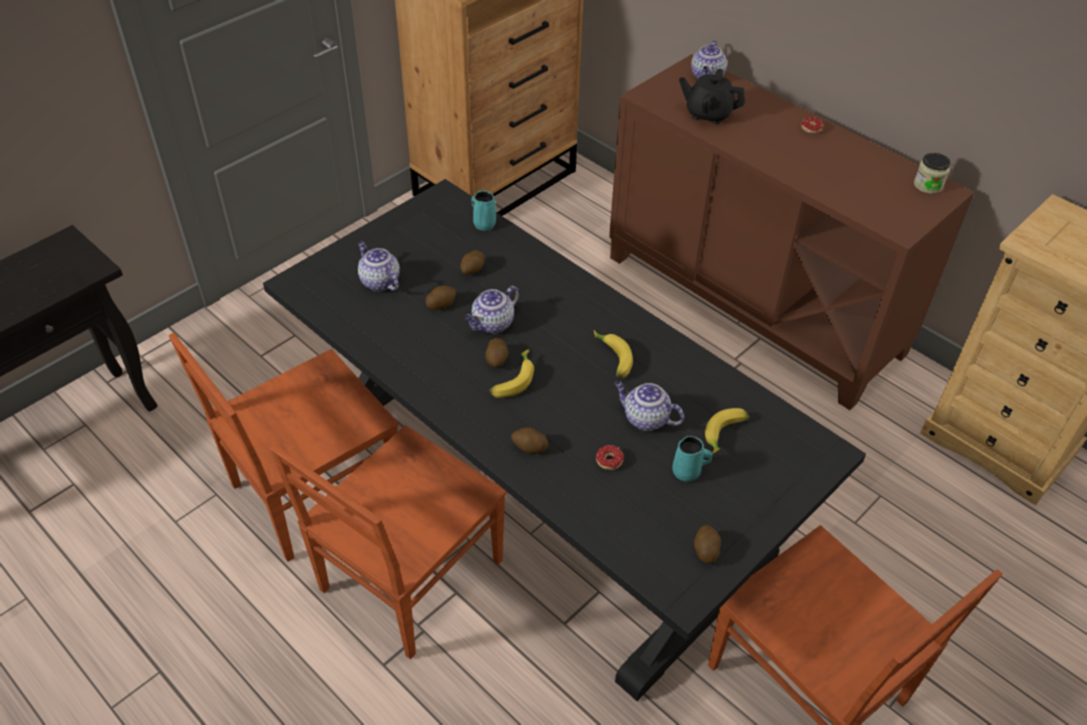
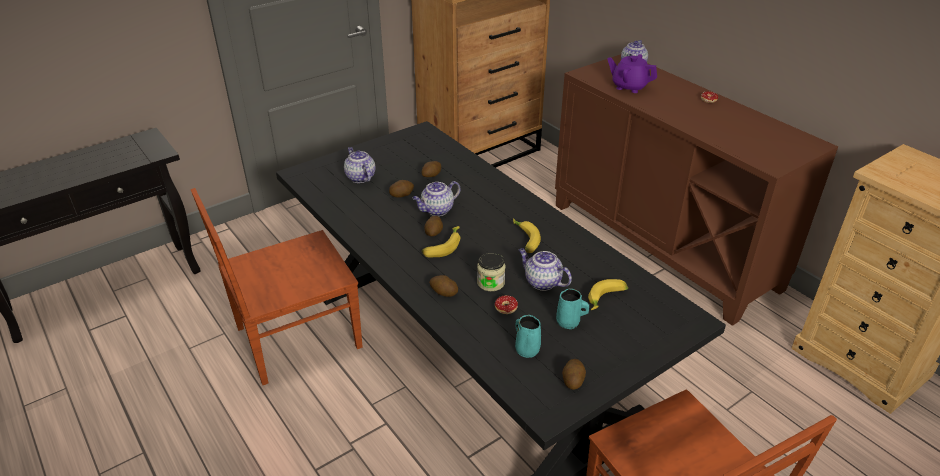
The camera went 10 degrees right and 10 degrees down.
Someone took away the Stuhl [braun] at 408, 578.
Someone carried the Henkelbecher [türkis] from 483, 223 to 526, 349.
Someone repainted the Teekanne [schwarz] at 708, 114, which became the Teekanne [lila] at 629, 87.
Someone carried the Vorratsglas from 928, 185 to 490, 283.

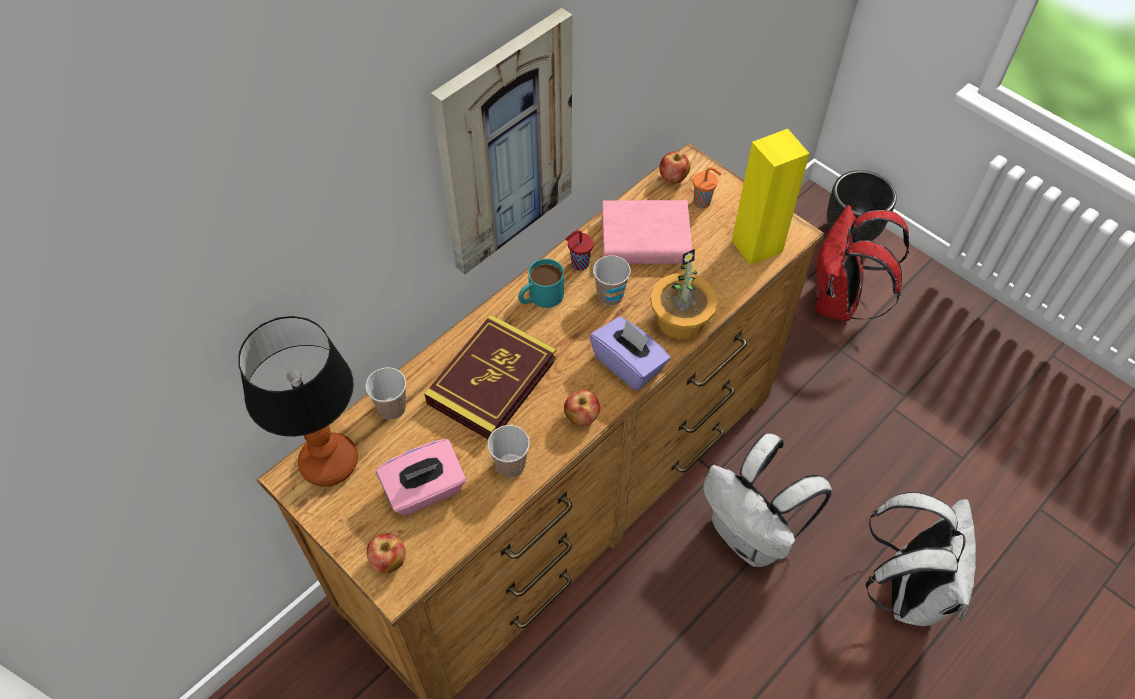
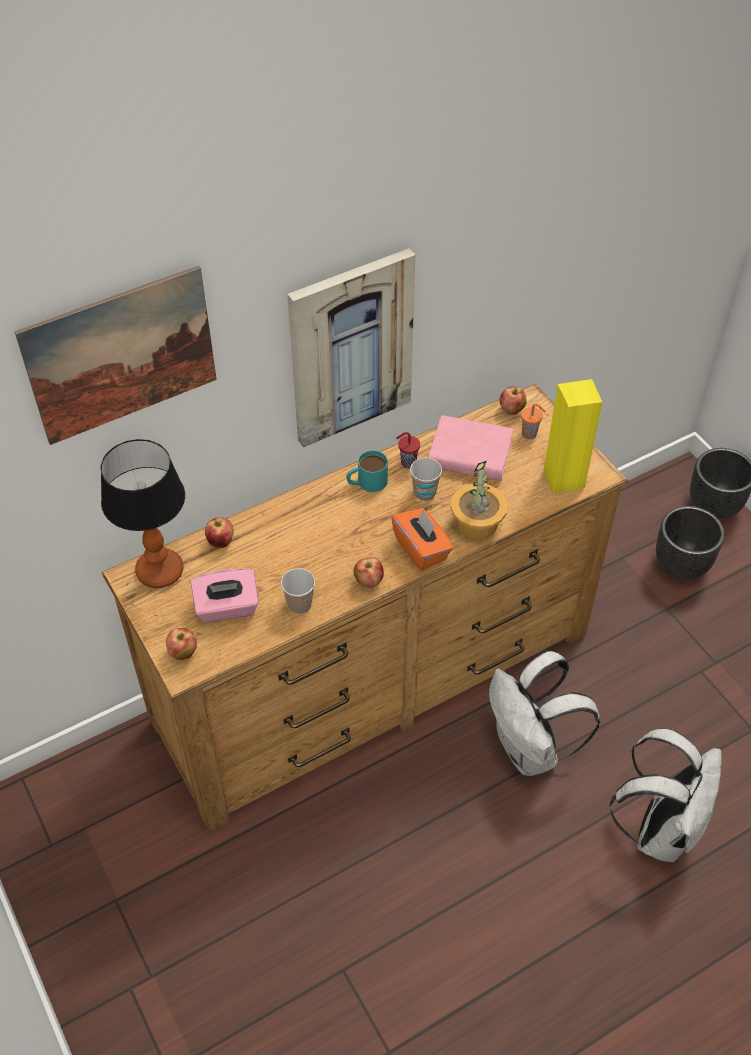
The camera went 15 degrees right and 5 degrees down.
Someone swapped the Tasse at 392, 408 for the Apfel at 221, 542.
Someone took away the Buch at 492, 381.
Someone repainted the Taschentuchbox [lila] at 629, 364, which became the Taschentuchbox [orange] at 421, 549.
Someone swapped the Rucksack [rot] at 839, 302 for the Pflanzkübel [schwarz] at 681, 567.
Someone put up the Bild at 121, 355.

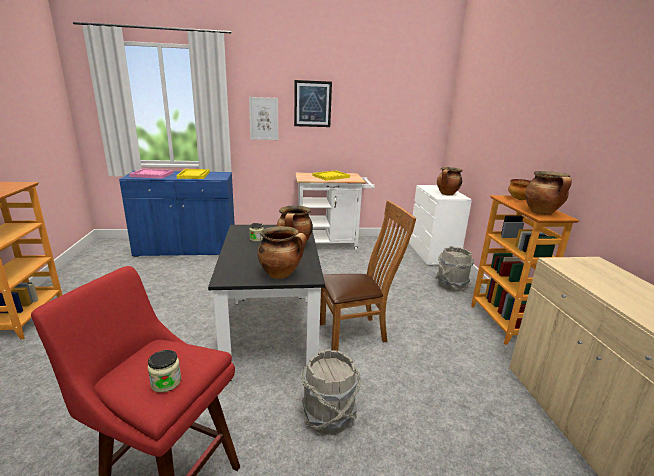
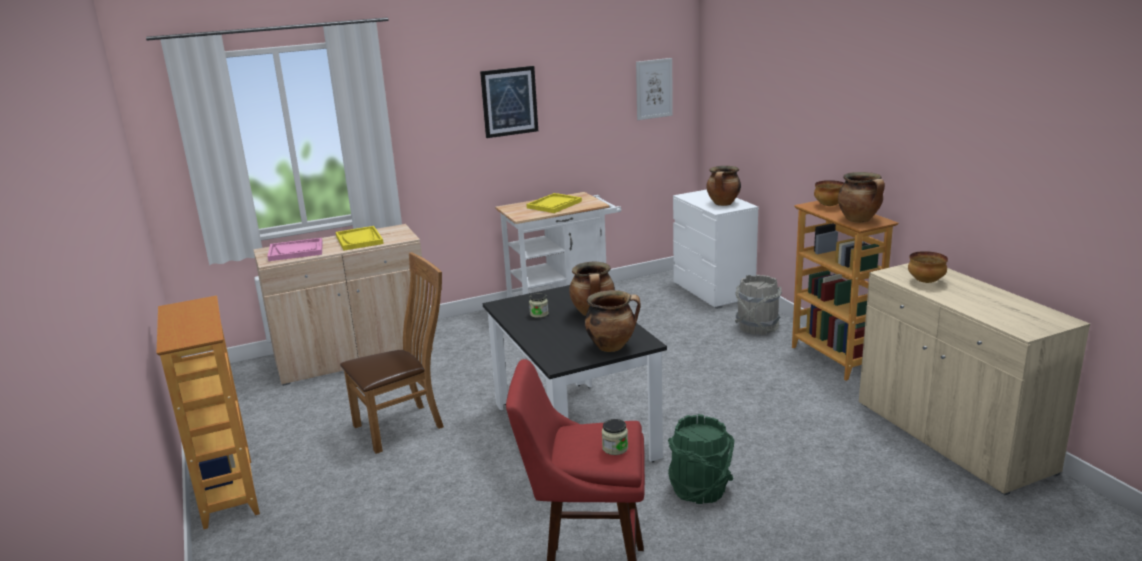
The camera went 15 degrees left and 0 degrees up.
Someone repainted the Schrank [blau] at 186, 249, which became the Schrank [beige] at 354, 358.
Someone carried the Bild from 264, 118 to 654, 89.
Someone repainted the Eimer [grau] at 328, 417, which became the Eimer [grün] at 700, 489.
Someone carried the Stuhl [braun] from 356, 332 to 404, 425.
Someone put down the Schüssel at 925, 281.

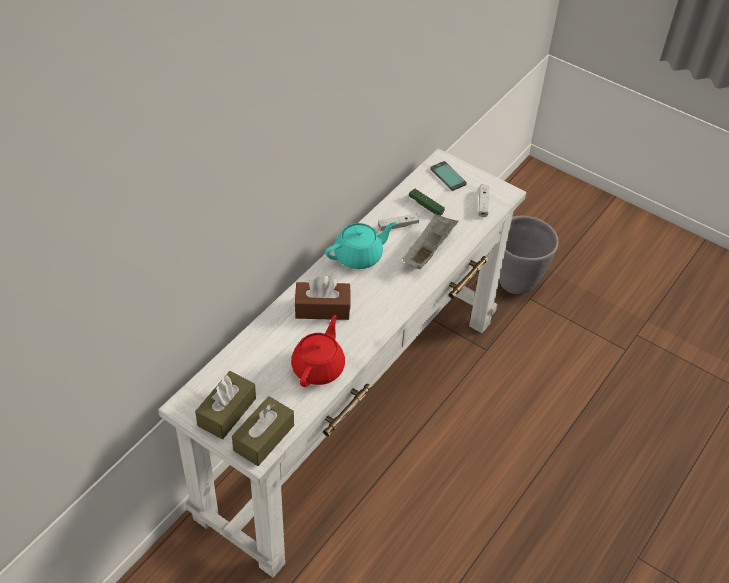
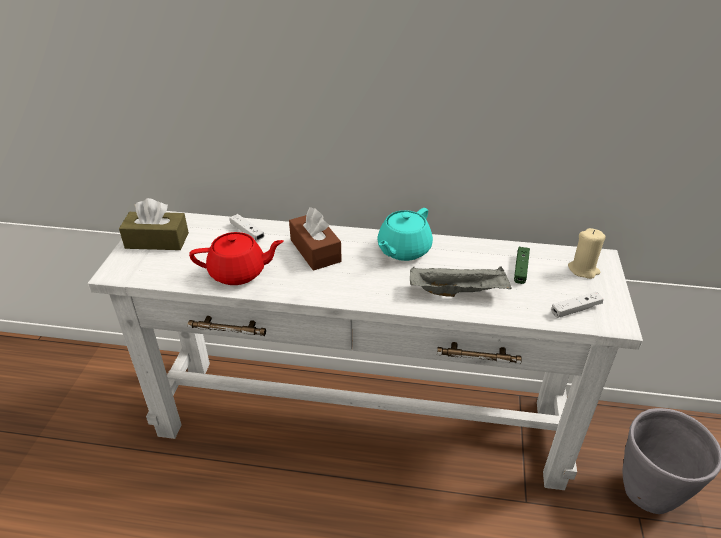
The camera went 65 degrees right and 10 degrees down.
Someone took away the Taschentuchbox [braun] at 264, 438.
Someone rotated the Teekanne [türkis] at 359, 256 by 90 degrees clockwise.
Someone carried the Gamepad [weiß] from 398, 225 to 247, 232.
Someone swapped the Handy at 447, 176 for the Kerze [beige] at 583, 270.

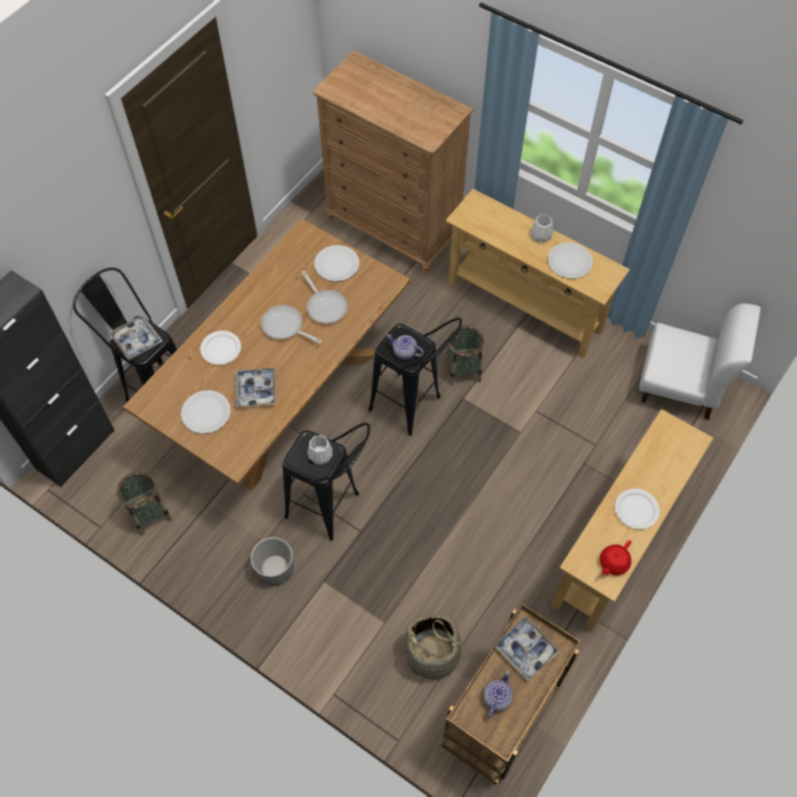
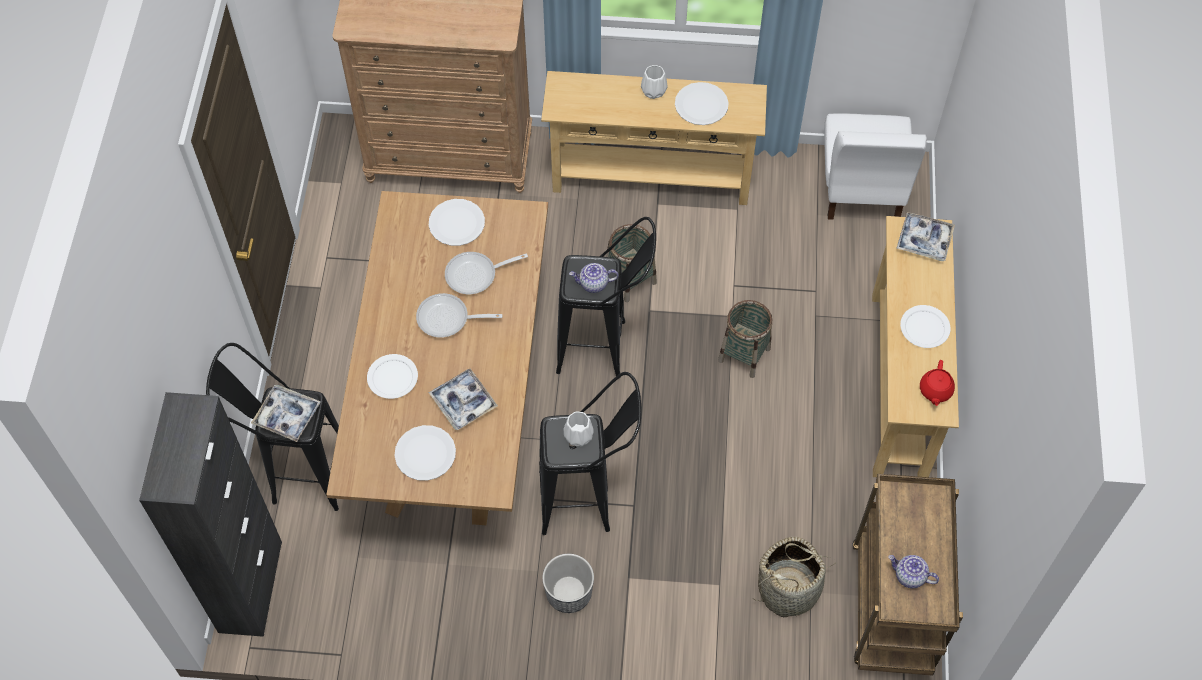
The camera went 30 degrees left and 0 degrees up.
Someone carried the Korb from 149, 514 to 744, 354.
Someone rotated the Pfanne at 325, 306 by 135 degrees clockwise.
Someone rotated the Teekanne at 496, 698 by 60 degrees counterclockwise.
Someone carried the Tablett from 526, 650 to 924, 240.
Someone rotated the Stuhl [weiß] at 680, 386 by 105 degrees clockwise.

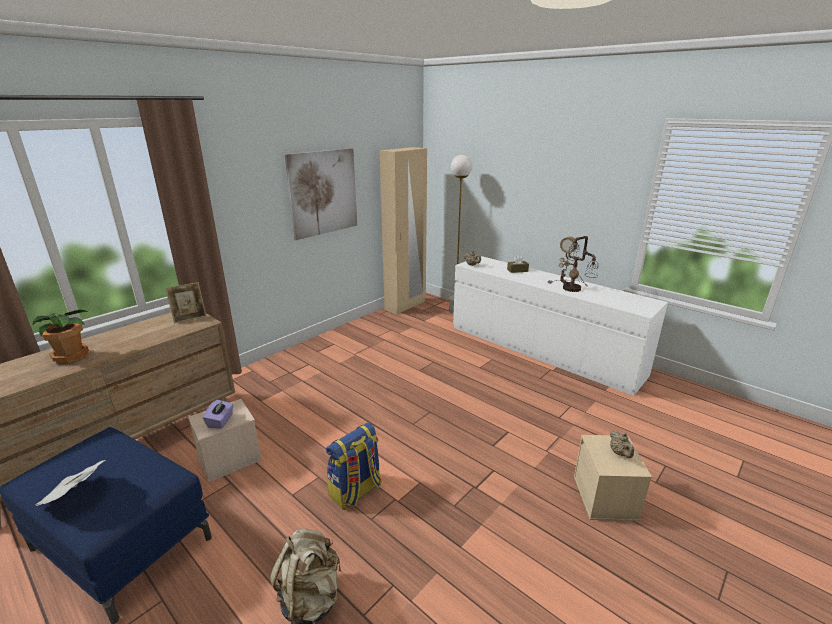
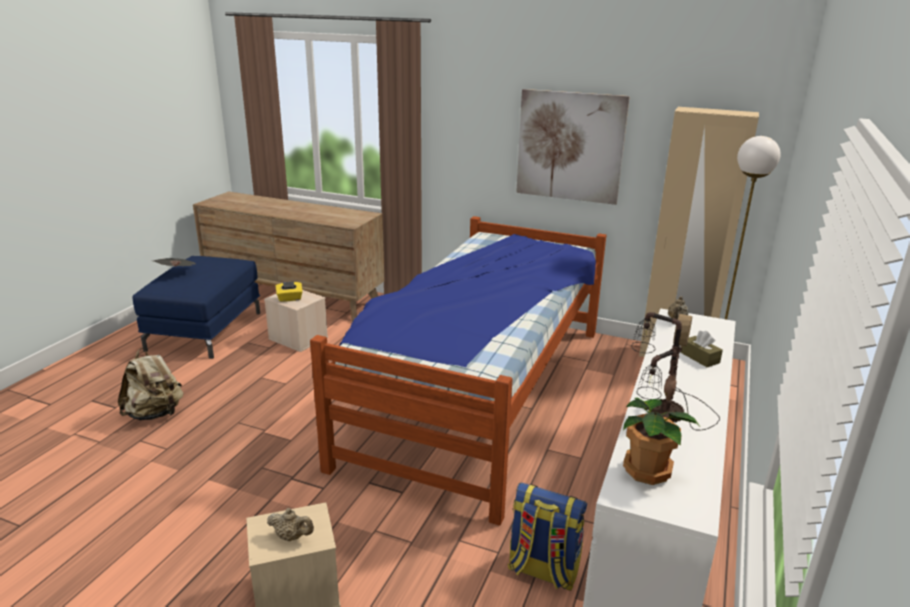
The camera went 70 degrees right and 0 degrees up.
Someone carried the Topfpflanze from 71, 356 to 648, 470.
Someone took away the Bilderrahmen at 189, 318.
Someone repainted the Taschentuchbox [lila] at 221, 421, which became the Taschentuchbox [gelb] at 290, 299.
Someone carried the Rucksack from 356, 492 to 542, 570.
Someone rotated the Teekanne [beige] at 620, 453 by 135 degrees counterclockwise.
Someone put down the Bett at 479, 391.

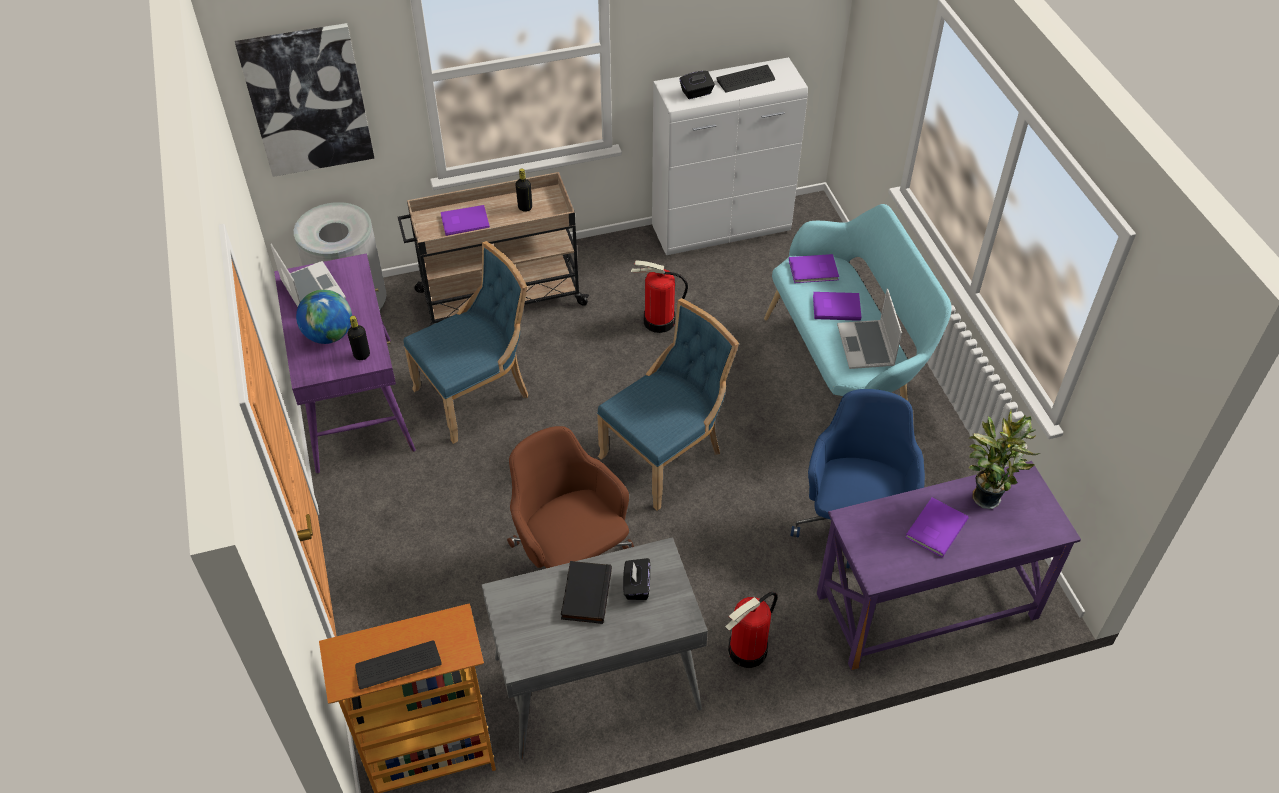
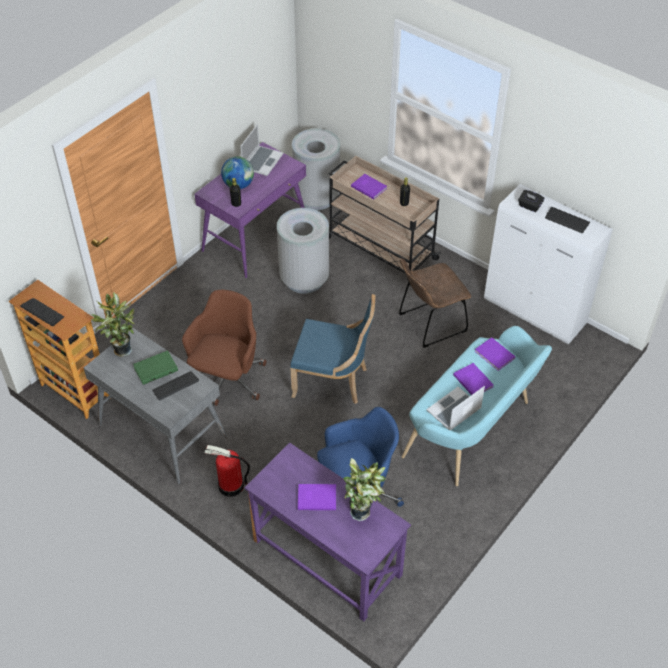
The camera went 55 degrees right and 0 degrees up.
Someone took away the Bild at 308, 100.
Someone swapped the Stuhl [blau] at 477, 394 for the Mülleimer [grau] at 304, 279.
Someone repainted the Buch [schwarz] at 585, 594, which became the Buch [grün] at 155, 368.
Someone swapped the Taschentuchbox [schwarz] at 636, 586 for the Tastatur at 175, 386.
Someone swapped the Feuerlöscher at 658, 321 for the Stuhl [braun] at 429, 324.
Someone put down the Topfpflanze at 121, 350.

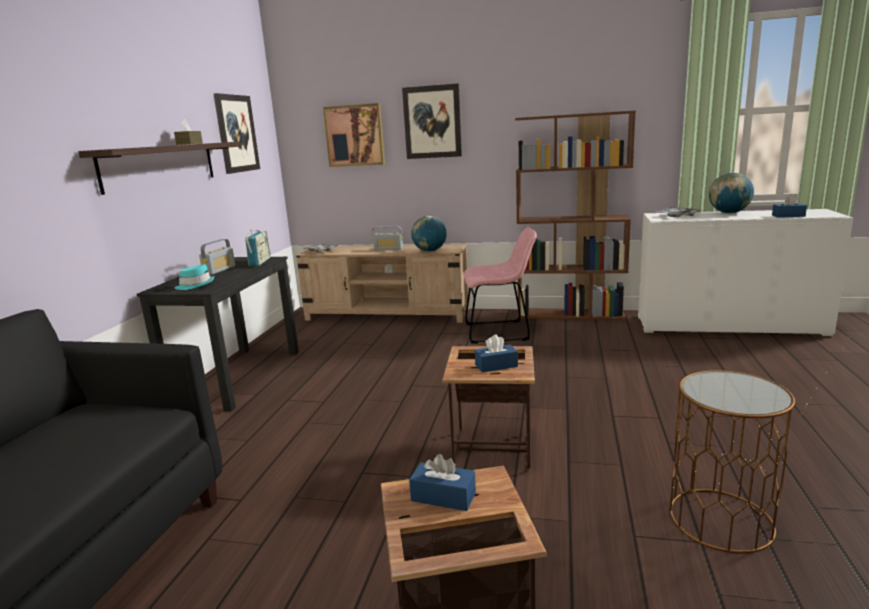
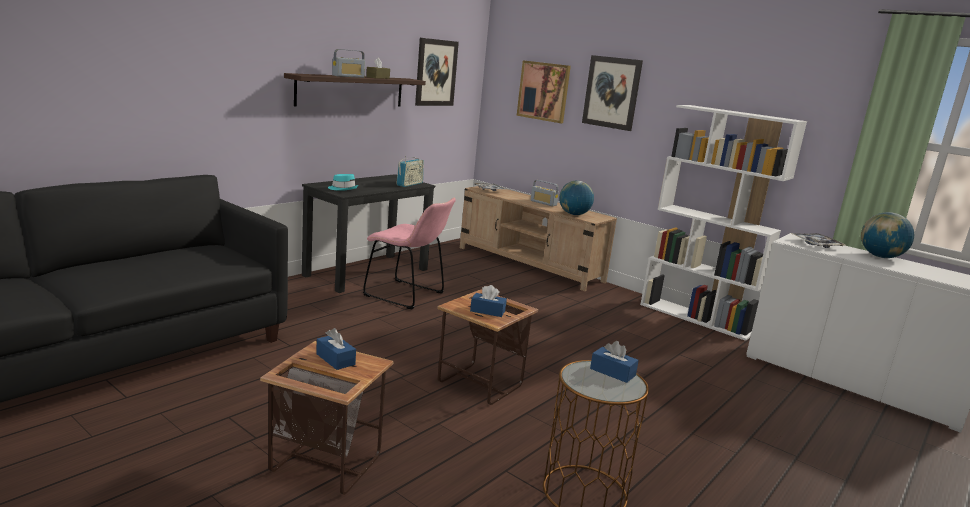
The camera went 25 degrees right and 0 degrees up.
Someone carried the Radio from 219, 270 to 348, 76.
Someone carried the Stuhl [rosa] from 500, 332 to 407, 295.
Someone repainted the Bücherregal [braun] at 571, 314, which became the Bücherregal [weiß] at 697, 318.
Someone carried the Taschentuchbox [blau] from 788, 216 to 612, 372.

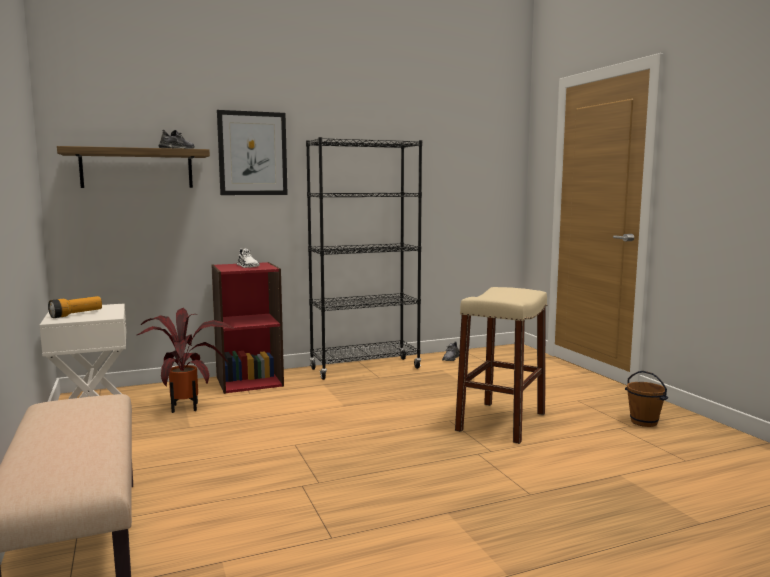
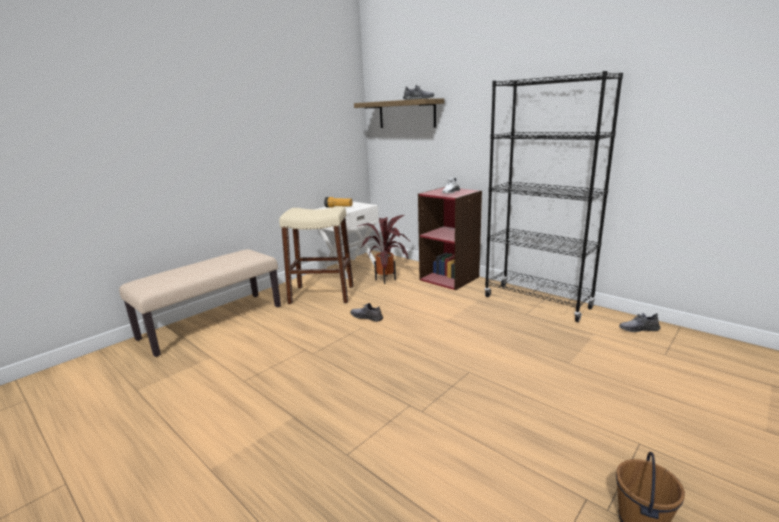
The camera went 65 degrees right and 10 degrees up.
Someone took away the Bild at 252, 153.
Someone carried the Hocker [beige] from 501, 422 to 321, 294.
Someone put down the Schuh [grau] at 366, 317.

